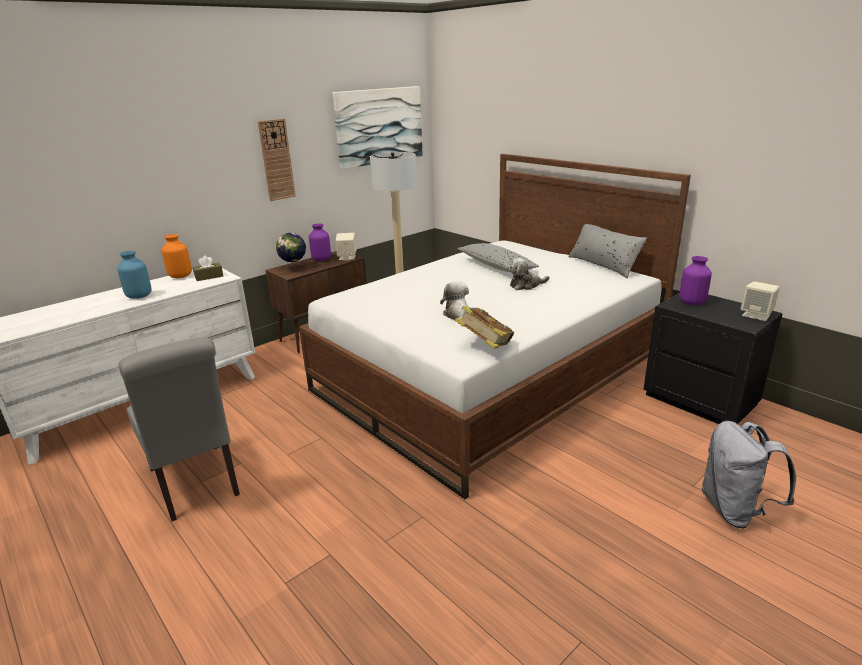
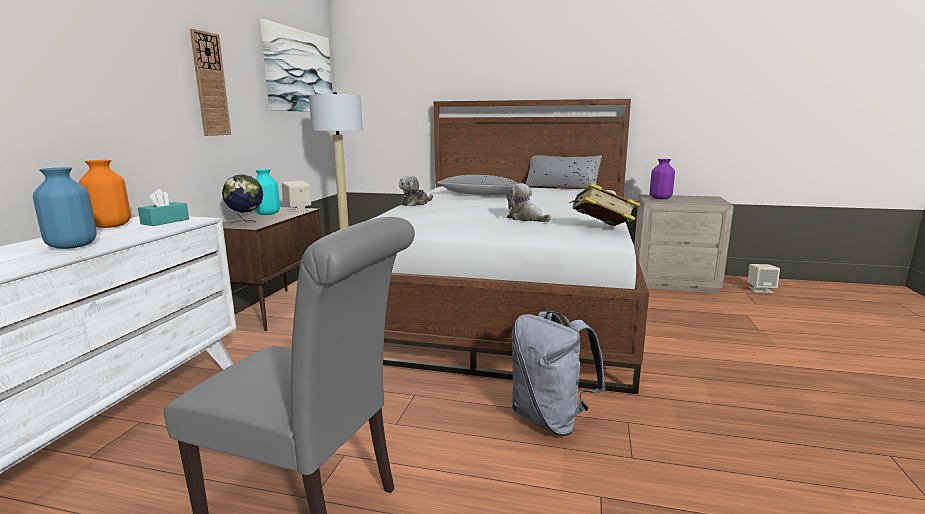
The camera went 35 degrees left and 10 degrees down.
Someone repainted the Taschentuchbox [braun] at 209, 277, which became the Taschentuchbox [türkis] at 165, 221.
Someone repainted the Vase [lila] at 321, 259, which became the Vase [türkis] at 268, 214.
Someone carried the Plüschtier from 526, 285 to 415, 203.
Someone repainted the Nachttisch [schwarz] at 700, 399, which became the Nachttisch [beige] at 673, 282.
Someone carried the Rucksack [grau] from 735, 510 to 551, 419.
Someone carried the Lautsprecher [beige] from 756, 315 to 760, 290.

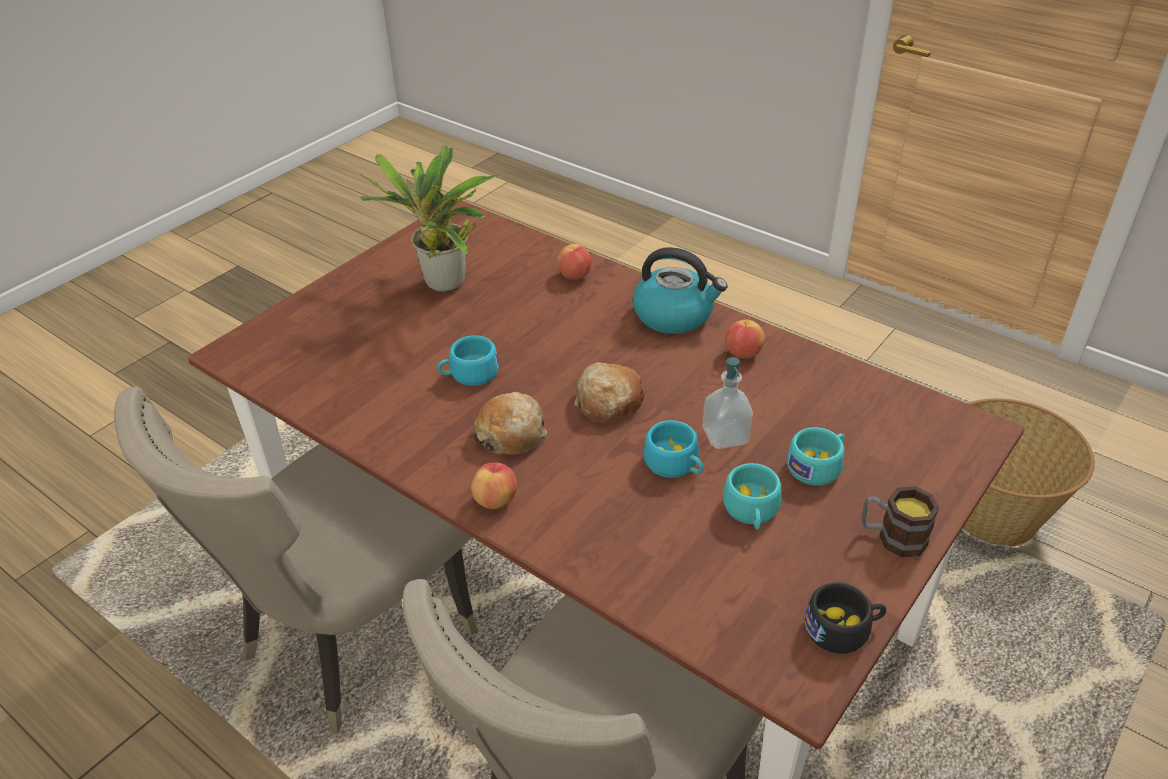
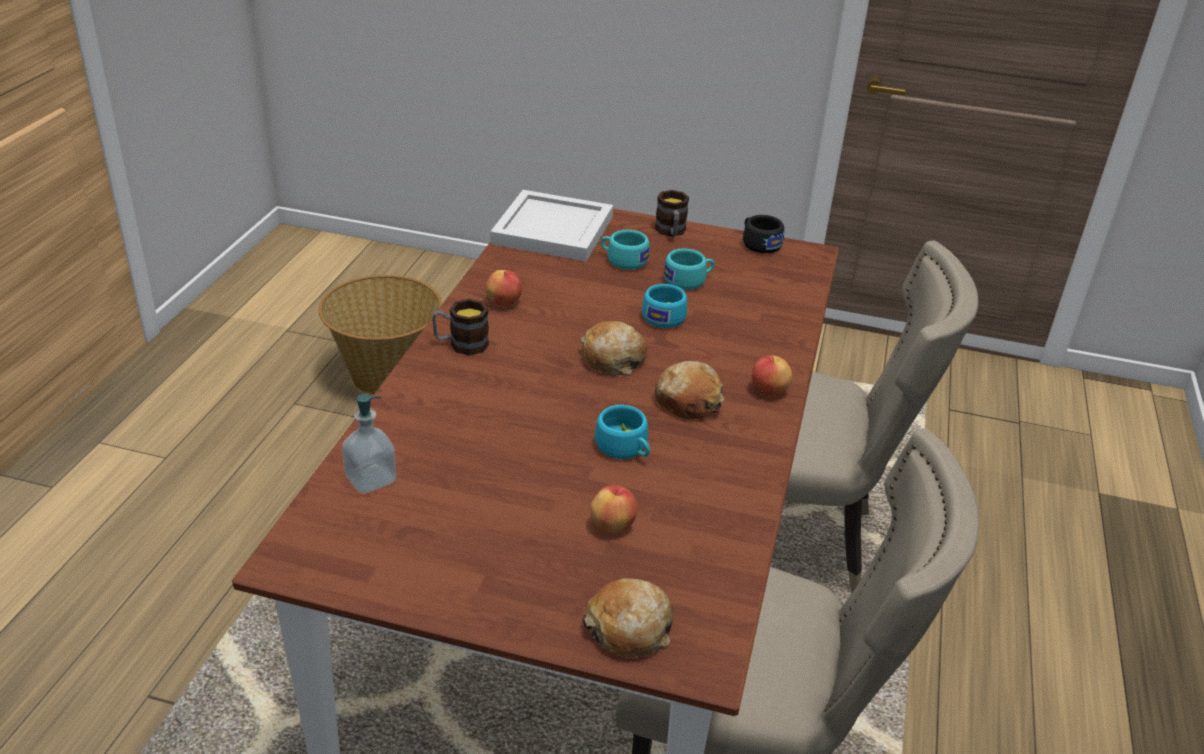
The camera went 115 degrees left and 5 degrees down.
Someone took away the Topfpflanze at 444, 287.
Someone carried the Apfel from 575, 276 to 612, 525.
Someone swapped the Wasserkessel at 674, 315 for the Henkelbecher at 461, 344.
Someone carried the Seifenspender from 725, 436 to 371, 479.
Someone put down the Tablett [weiß] at 552, 229.
Someone put down the Brot at 629, 628.

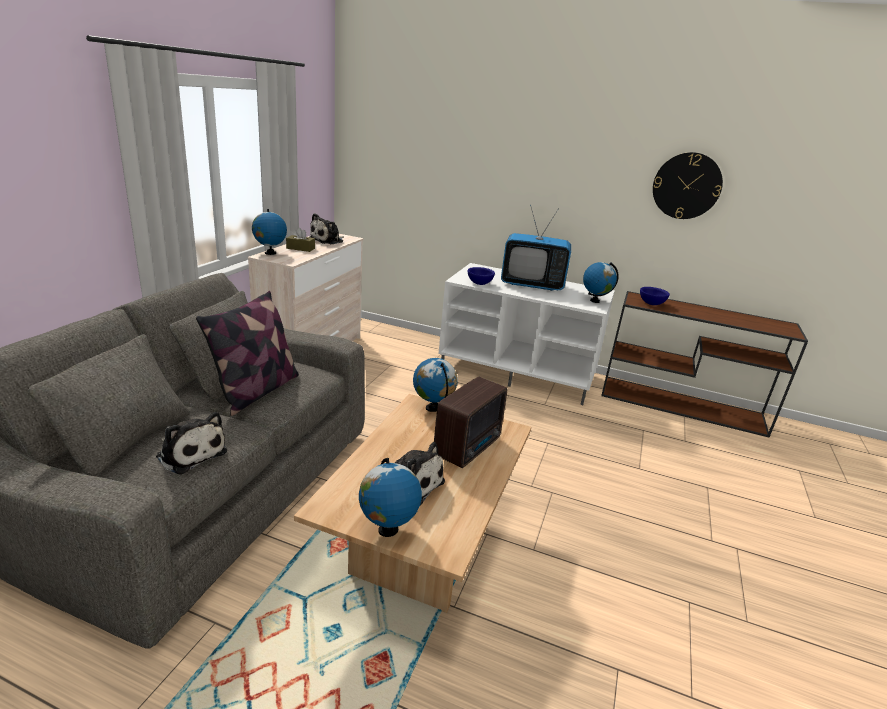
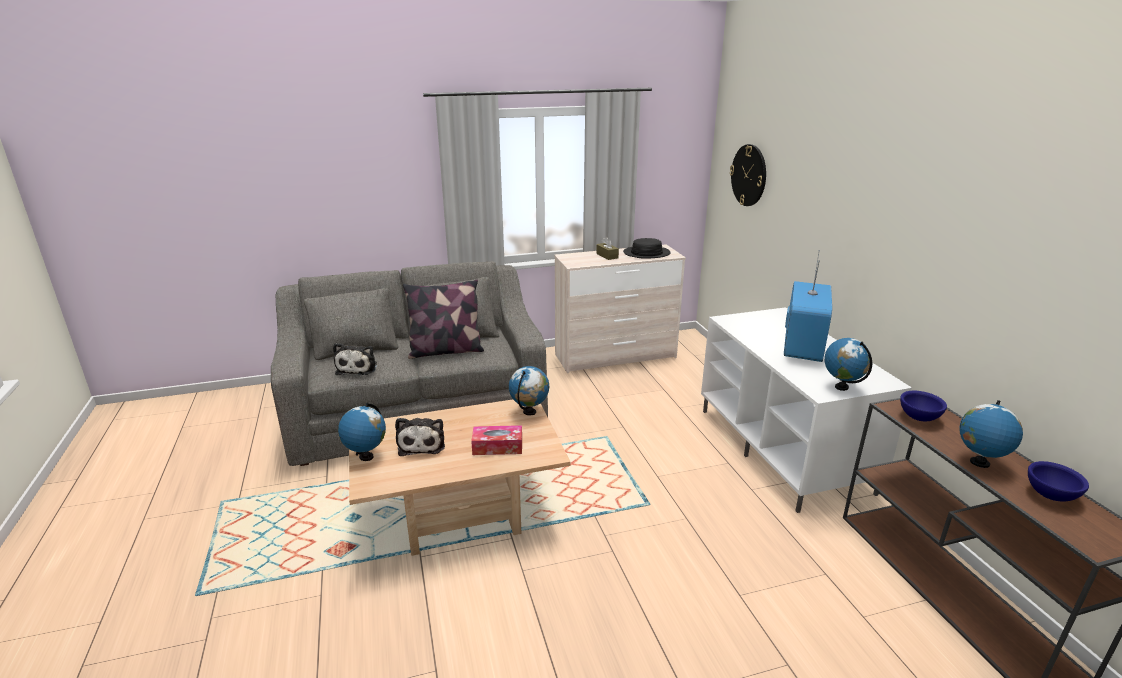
The camera went 55 degrees right and 0 degrees up.
Someone carried the Globus from 270, 253 to 979, 463.
Someone swapped the Plüschtier at 328, 240 for the Hut [schwarz] at 646, 253.
Someone swapped the Radio at 469, 447 for the Taschentuchbox at 497, 447.
Someone carried the Schüssel [blau] from 479, 283 to 1051, 495.
Someone rotated the Fernseher at 532, 285 by 135 degrees counterclockwise.
Someone carried the Wanduhr from 686, 186 to 749, 175.

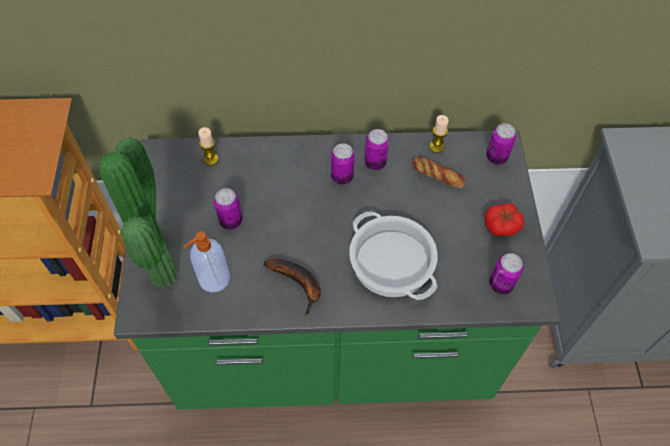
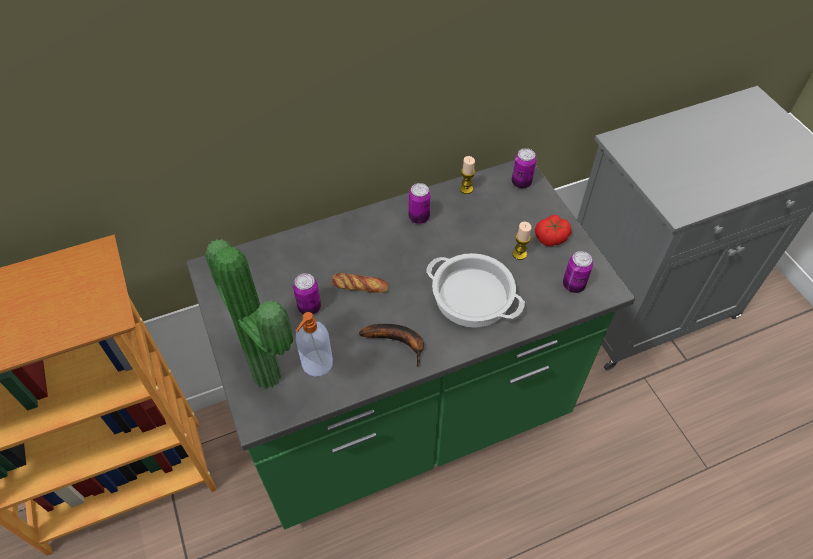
The camera went 20 degrees left and 5 degrees down.
Someone carried the Kerze from 211, 159 to 519, 254.
Someone took away the Dose at 342, 177.
Someone carried the Brot from 437, 174 to 360, 286.

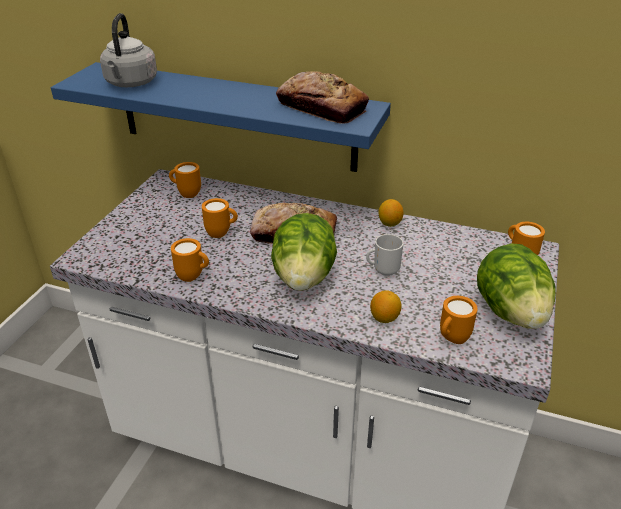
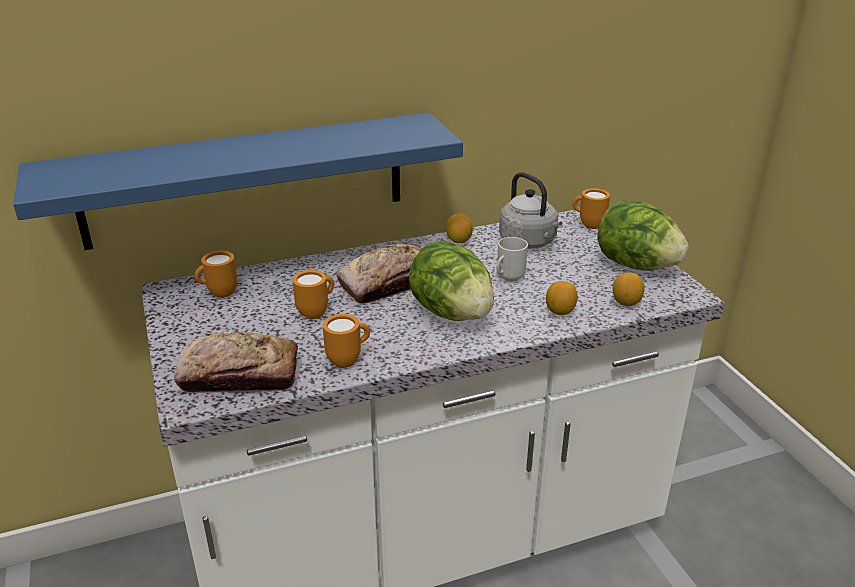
The camera went 40 degrees left and 5 degrees down.
Someone carried the Wasserkessel [grau] from 130, 84 to 529, 242.
Someone carried the Brot from 321, 108 to 239, 375.
Someone swapped the Henkelbecher [orange] at 451, 339 for the Zitrone at 626, 302.

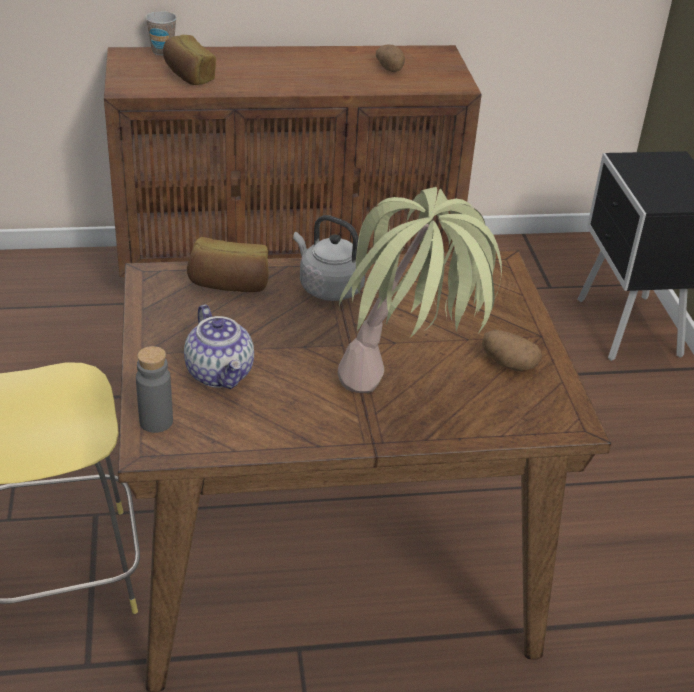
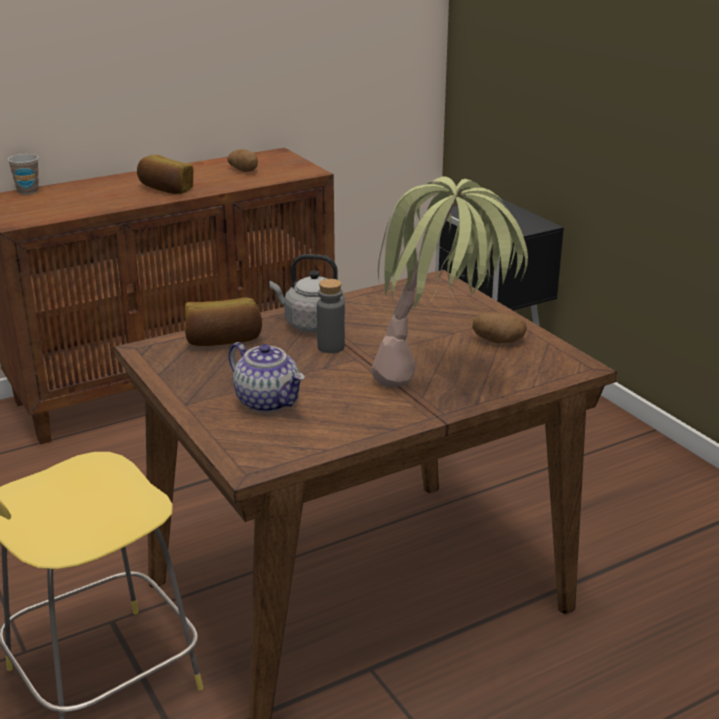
The camera went 20 degrees left and 10 degrees down.
Someone carried the Flasche [grau] from 156, 422 to 331, 347.
Someone carried the Brot from 188, 75 to 165, 189.

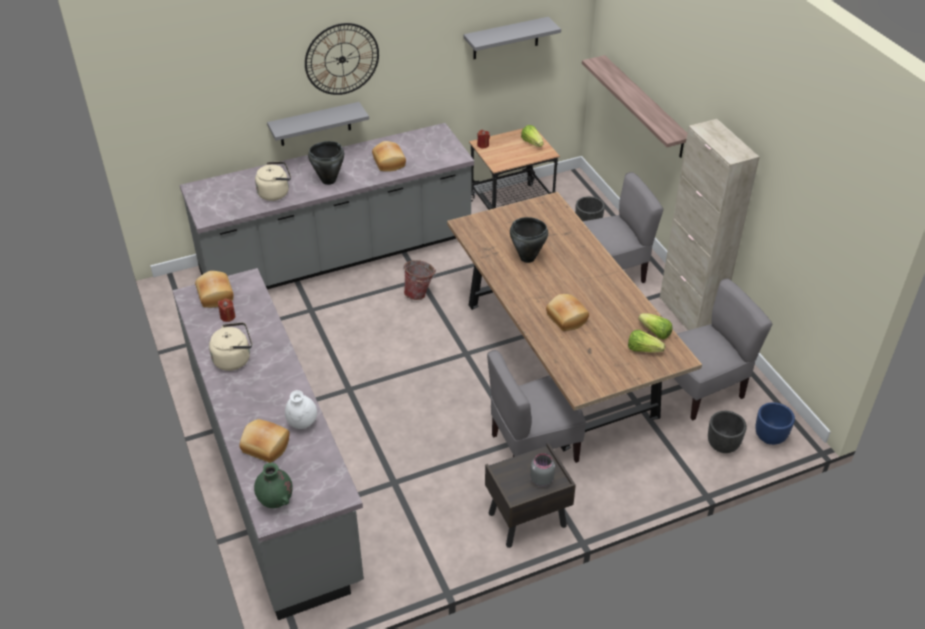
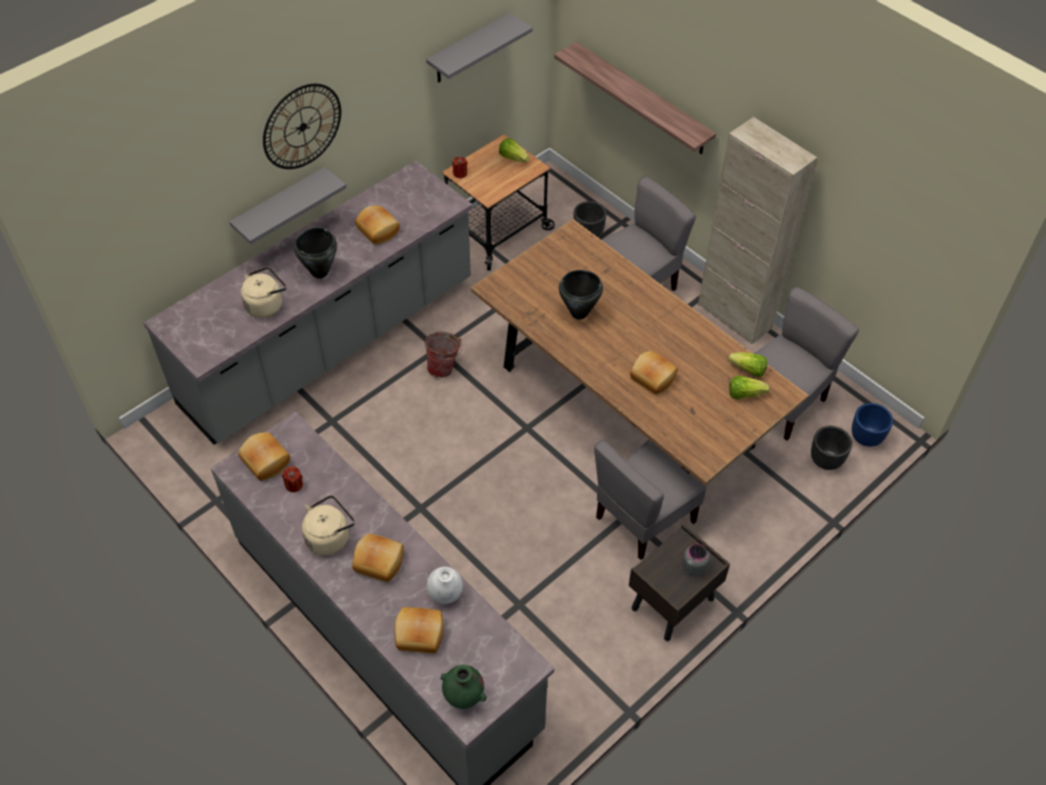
The camera went 20 degrees left and 10 degrees up.
Someone put down the Brot at 379, 561.

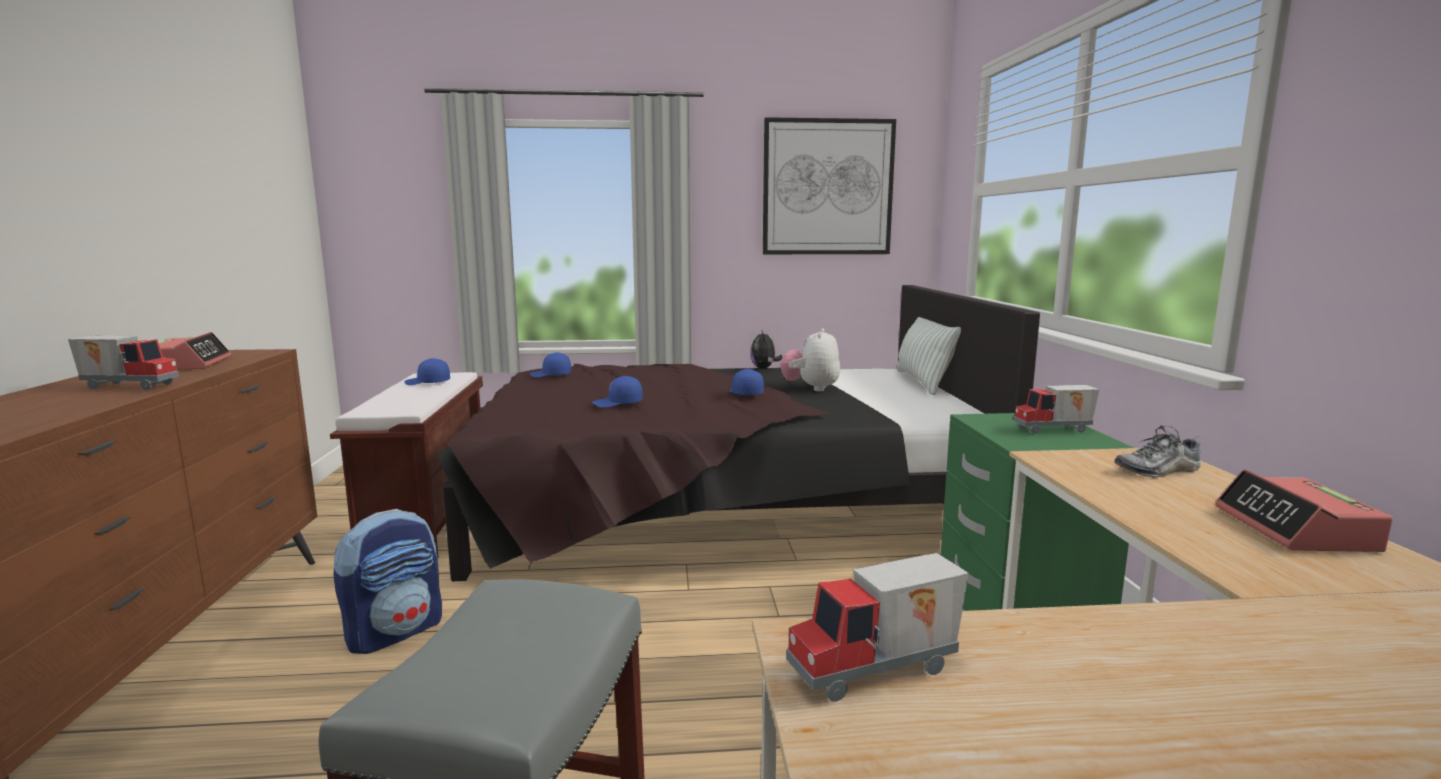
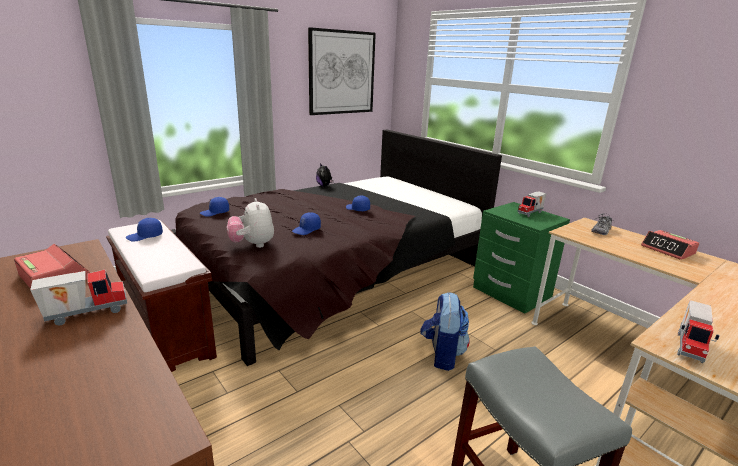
The camera went 35 degrees left and 10 degrees up.
Someone carried the Rucksack from 395, 632 to 442, 354.
Someone carried the Plüschtier from 811, 388 to 252, 244.
Someone took away the Kissen at 923, 382.

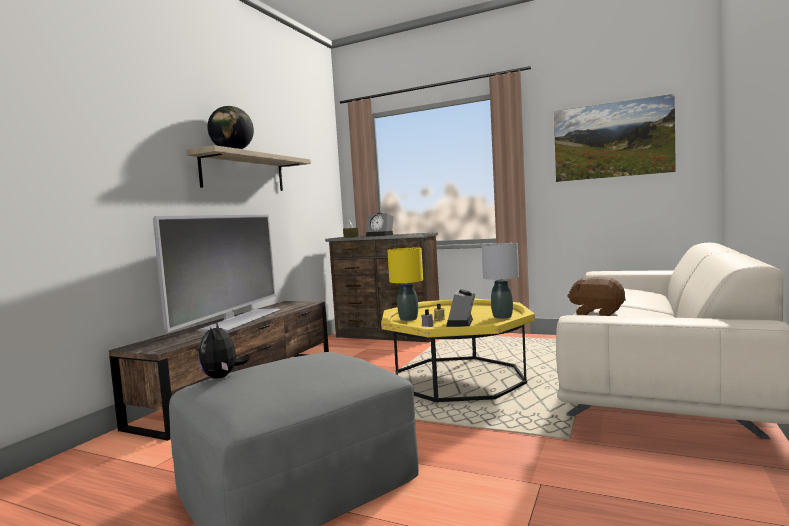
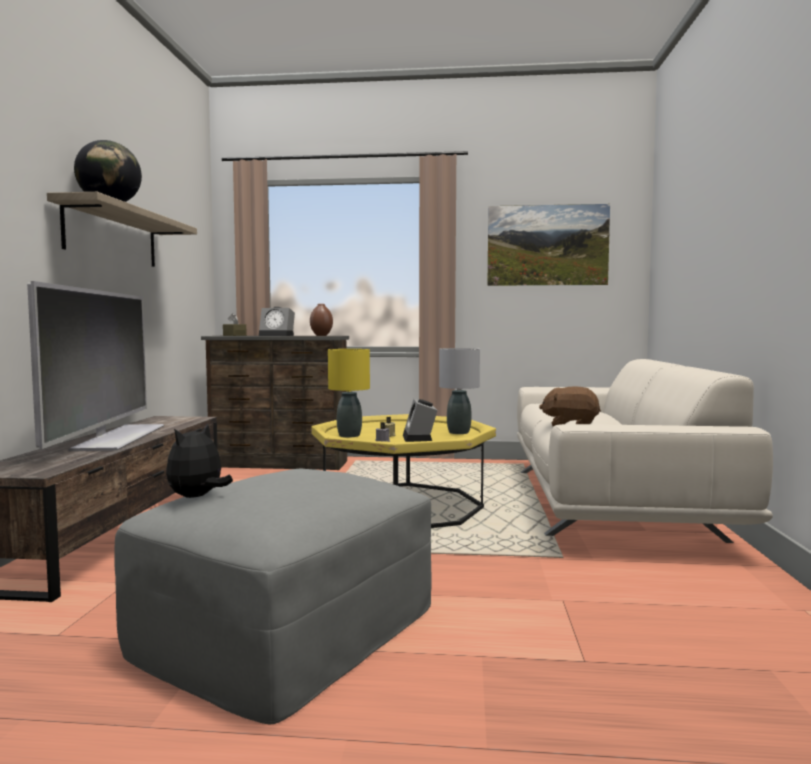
The camera went 20 degrees left and 0 degrees up.
Someone rotated the Plüschtier at 222, 377 by 60 degrees clockwise.
Someone put down the Vase [braun] at 321, 335.

